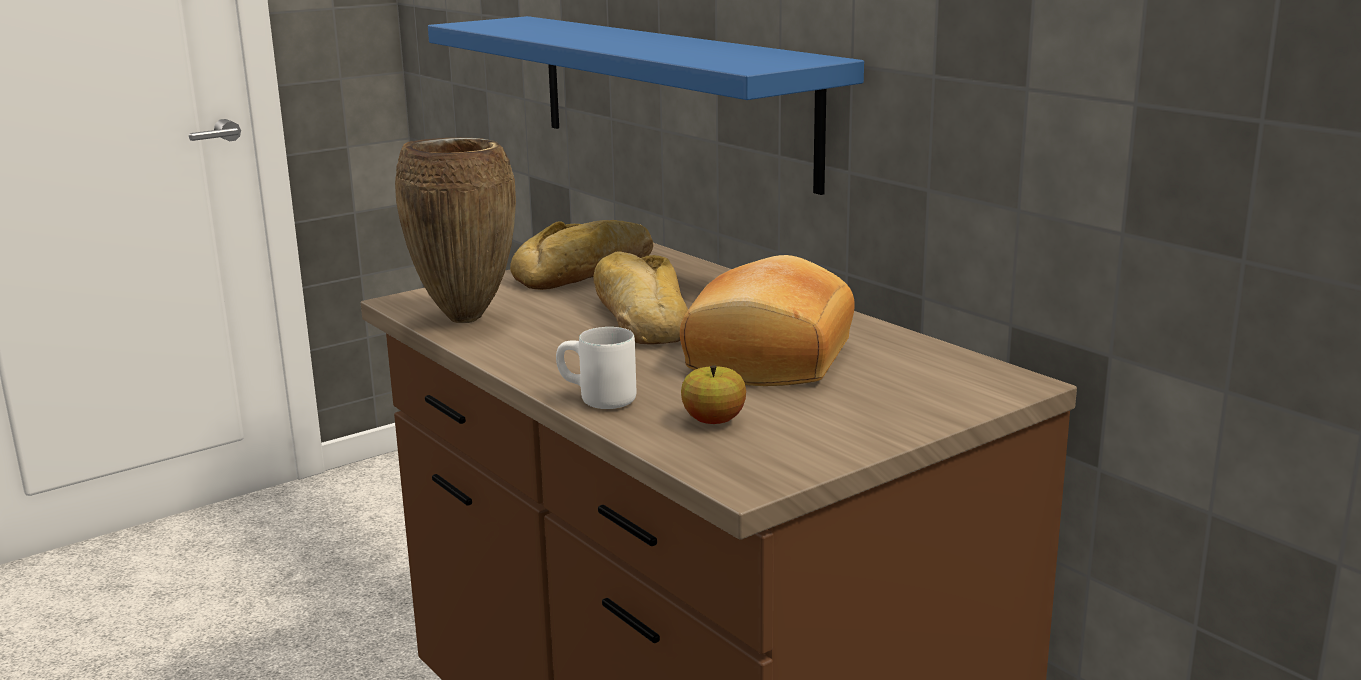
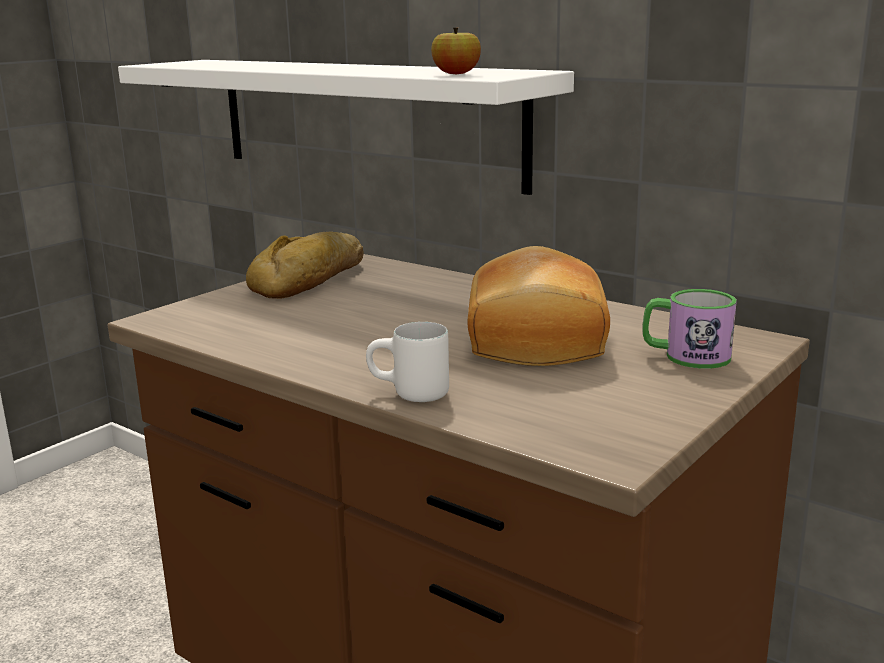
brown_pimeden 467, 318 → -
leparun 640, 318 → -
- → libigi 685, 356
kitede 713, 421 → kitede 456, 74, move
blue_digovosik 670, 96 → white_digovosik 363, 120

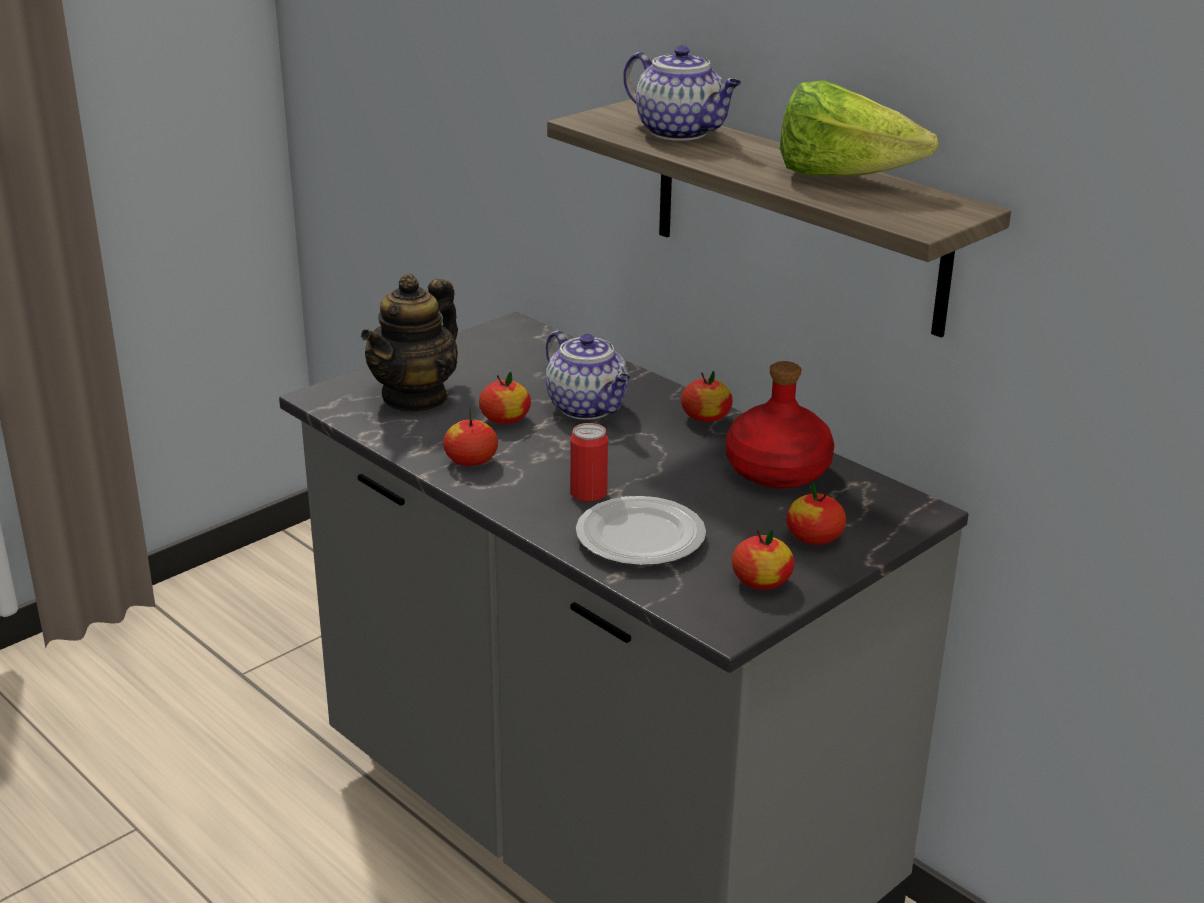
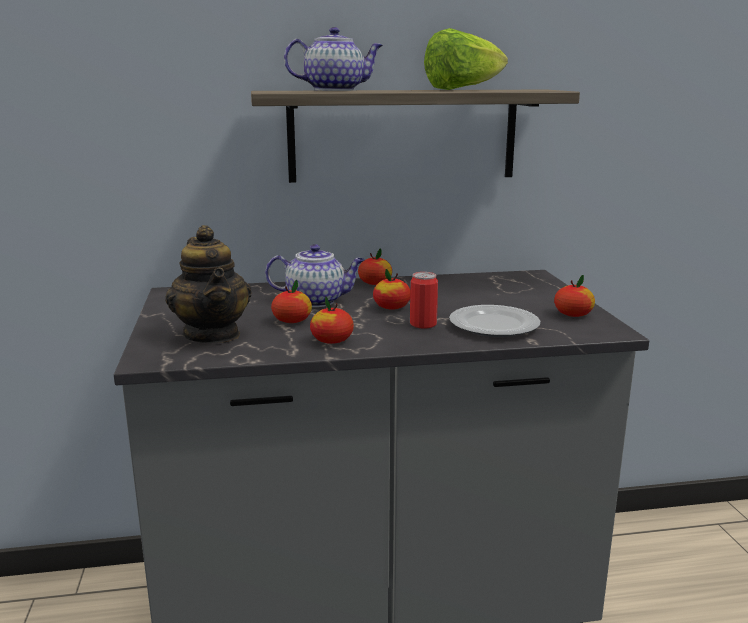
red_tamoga 777, 471 → -
kitede 814, 537 → kitede 391, 307, move

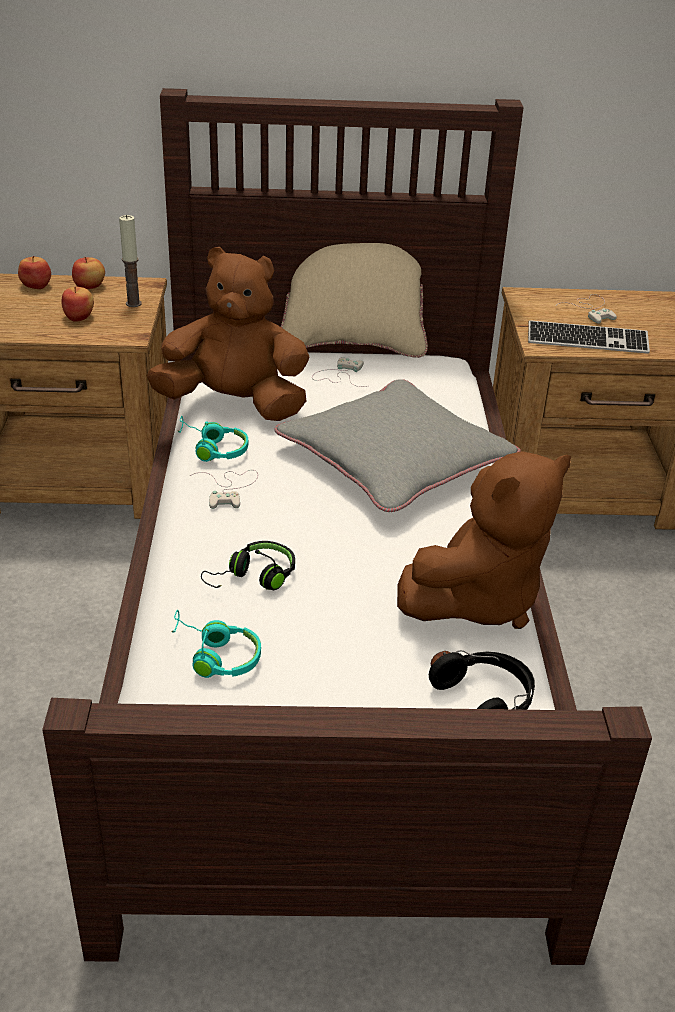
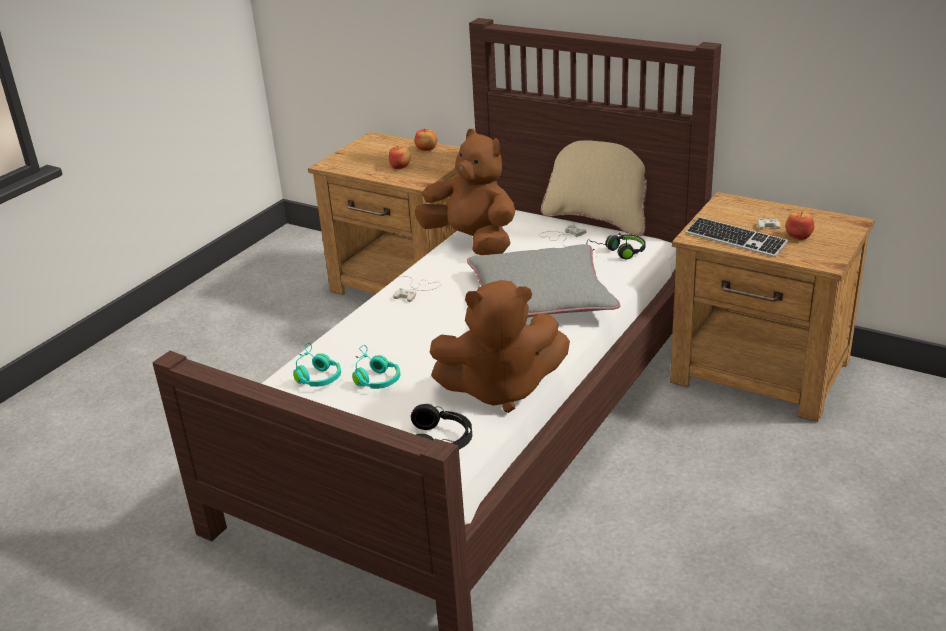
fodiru 133, 303 → -
kitede 36, 285 → kitede 798, 236, move
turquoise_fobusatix 212, 448 → turquoise_fobusatix 374, 377, move
black_fobusatix 254, 577 → black_fobusatix 618, 252, move

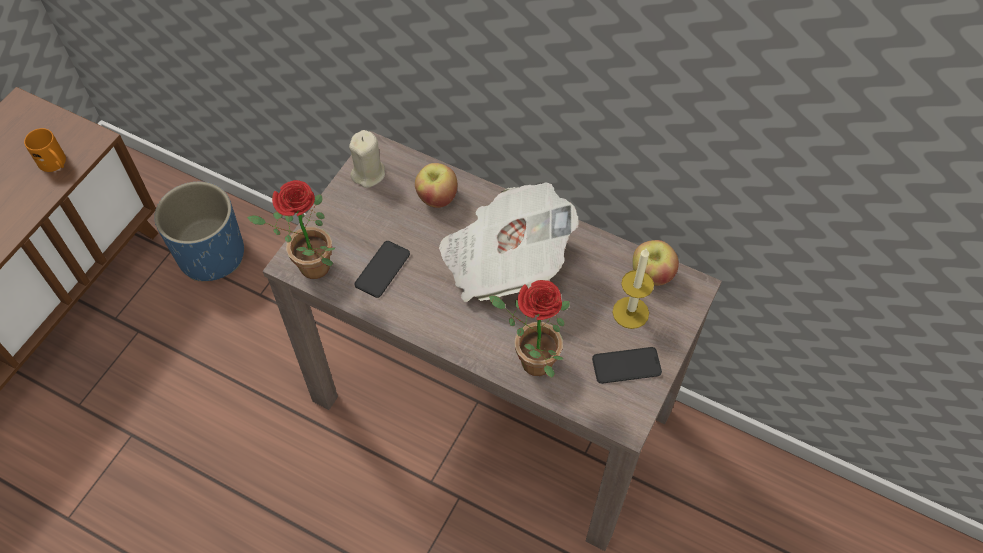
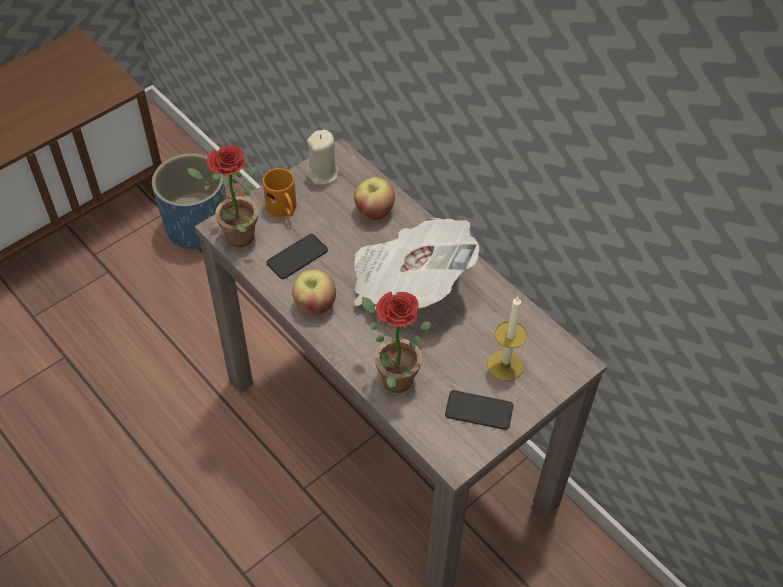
orange_libigi 56, 164 → orange_libigi 284, 209, move
kitede 651, 274 → kitede 315, 304, move

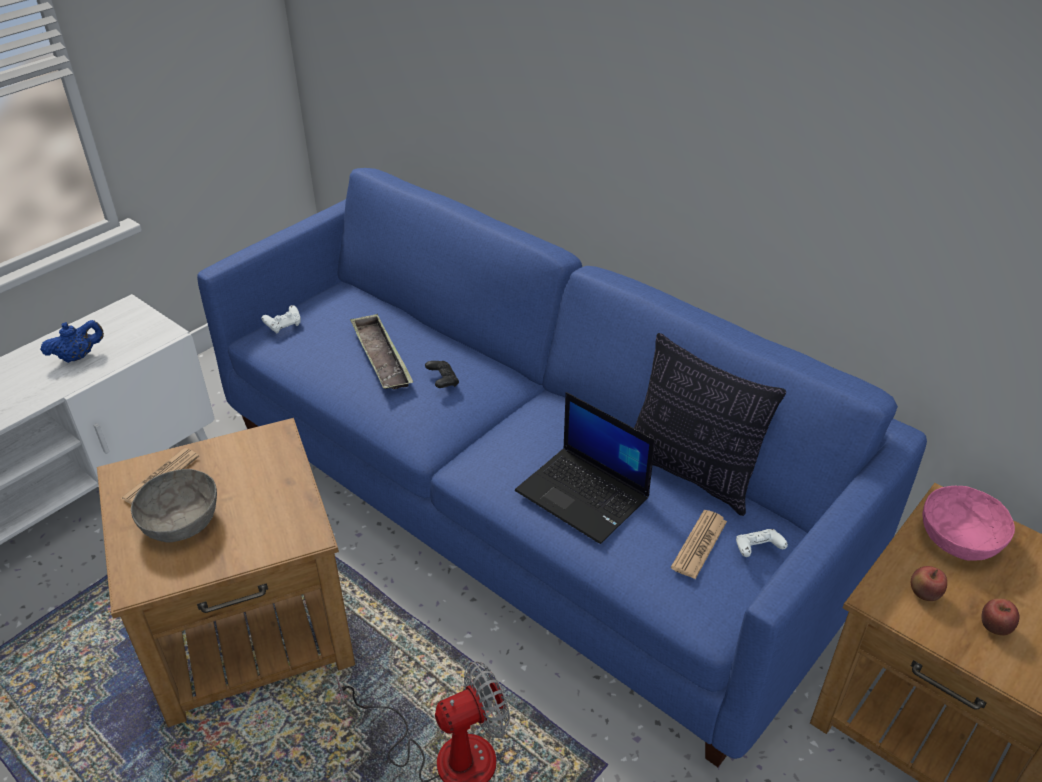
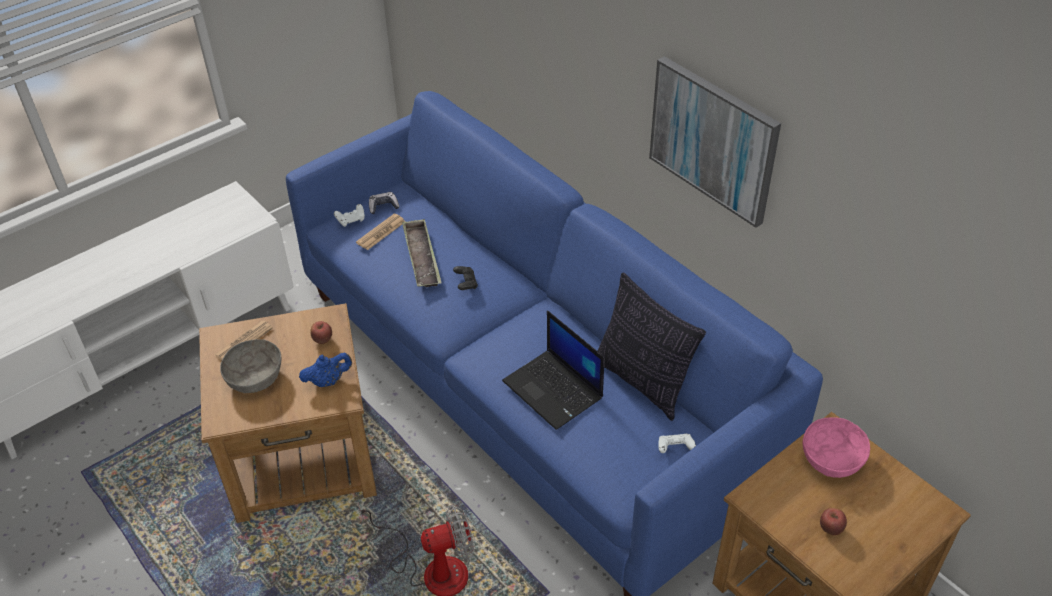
- → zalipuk 383, 206
- → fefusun 713, 140
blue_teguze 78, 357 → blue_teguze 328, 381, move
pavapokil 699, 544 → pavapokil 381, 232, move
kitede 923, 595 → kitede 322, 340, move

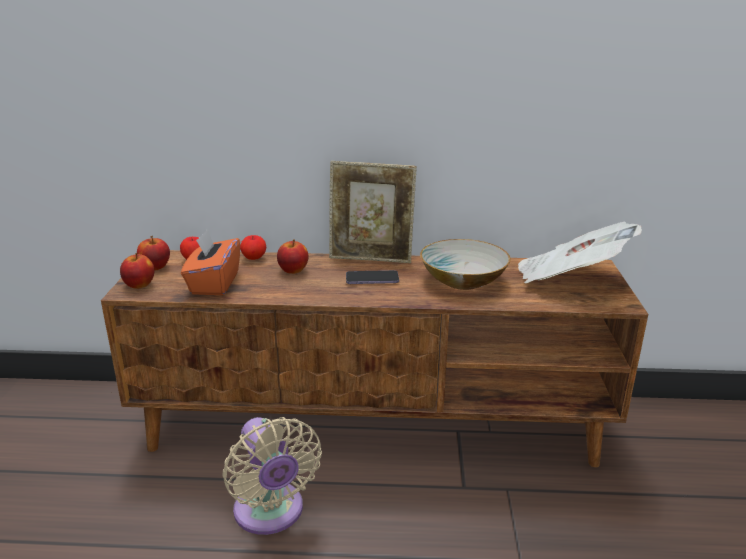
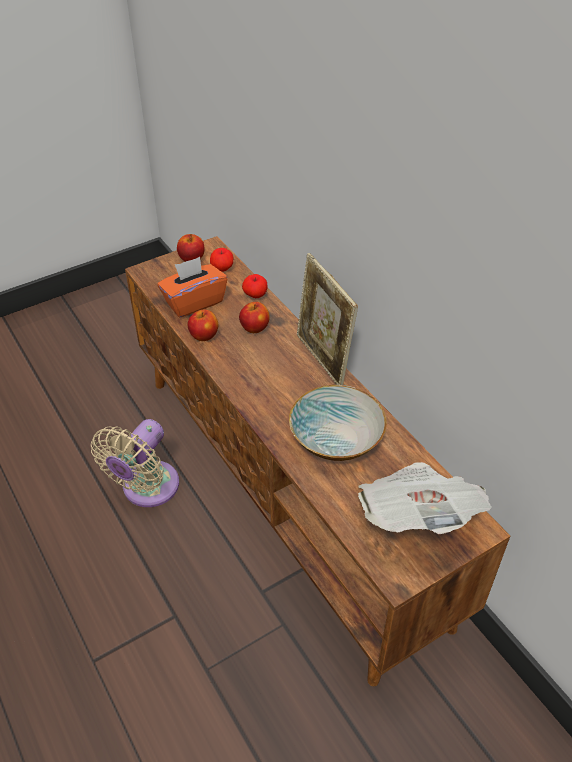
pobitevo 372, 279 → -
kitede 139, 285 → kitede 204, 336, move

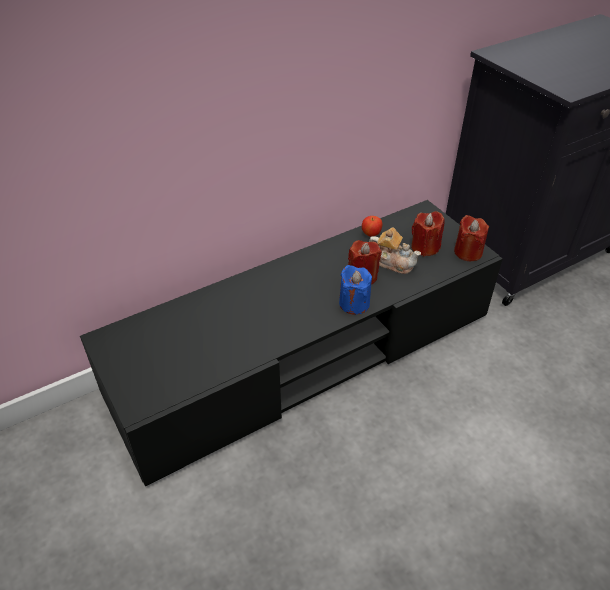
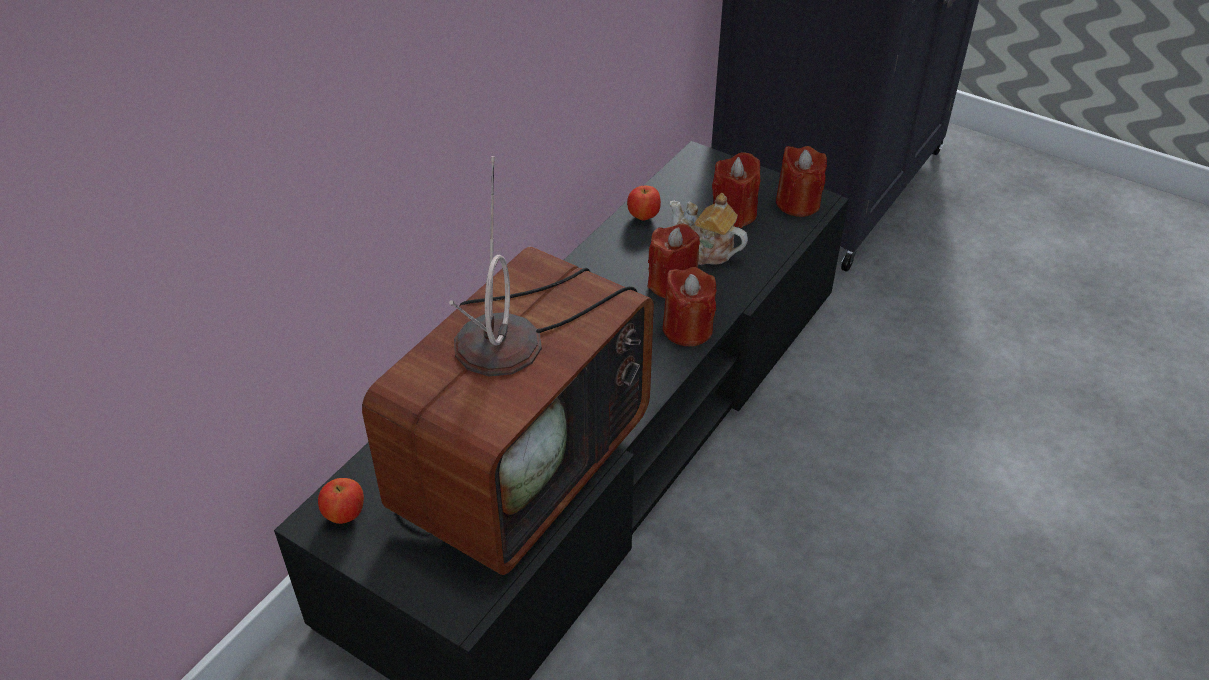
- → kitede 345, 514
- → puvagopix 520, 459
blue_fodiru 354, 303 → red_fodiru 687, 329
teguze 393, 262 → teguze 704, 250, 150 degrees counterclockwise

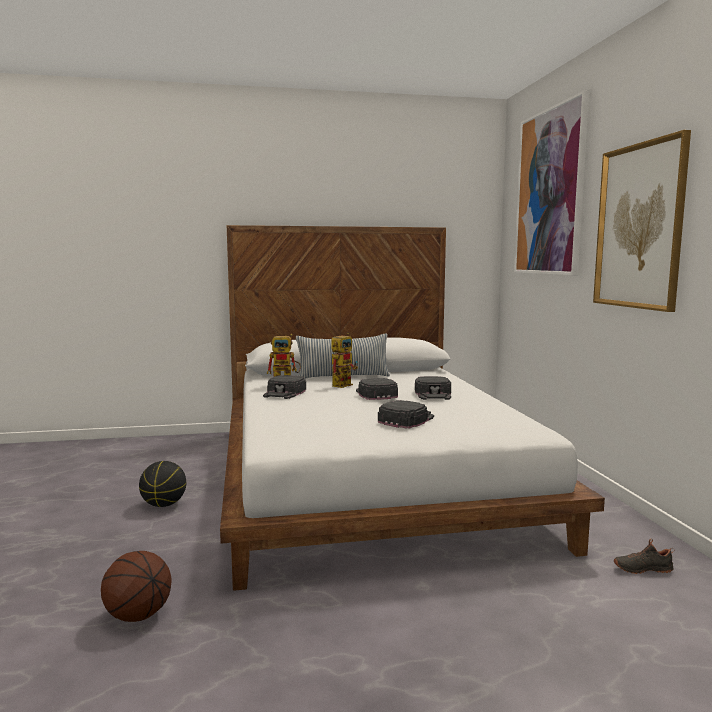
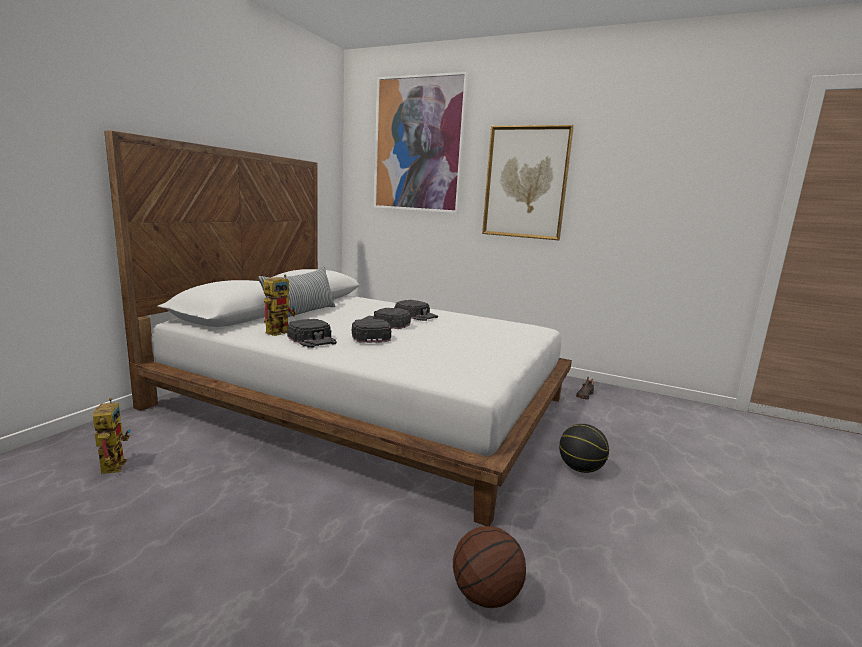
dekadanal 164, 505 → dekadanal 580, 468, move
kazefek 343, 384 → kazefek 113, 463, move
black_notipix 406, 419 → black_notipix 369, 335, move

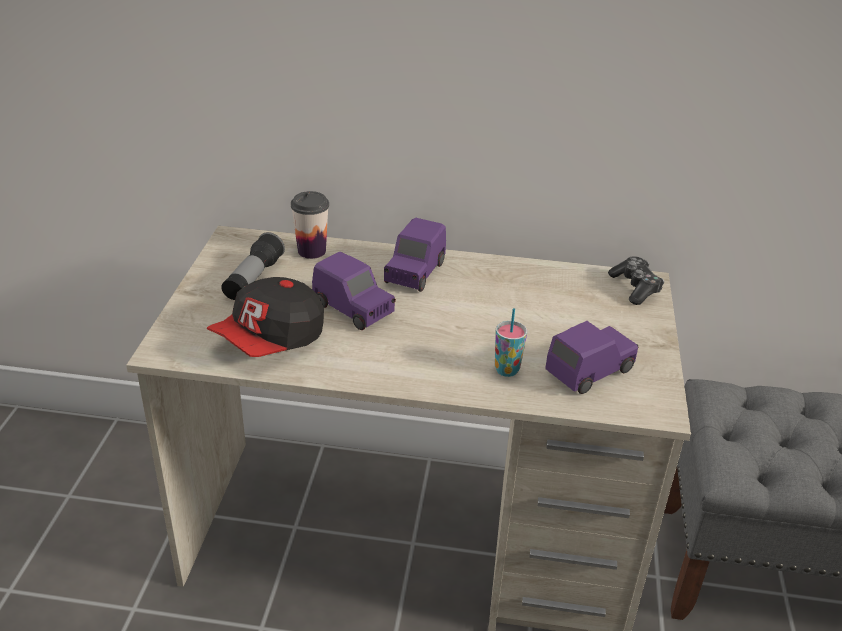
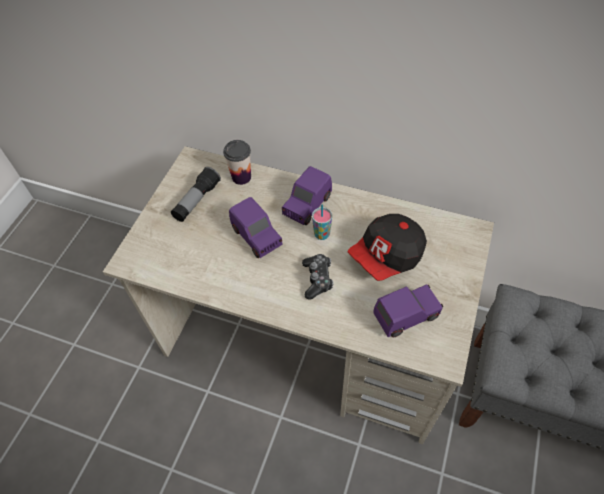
notipix 271, 340 → notipix 387, 256, move
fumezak 506, 370 → fumezak 322, 234, move
zalipuk 635, 288 → zalipuk 317, 279, move

